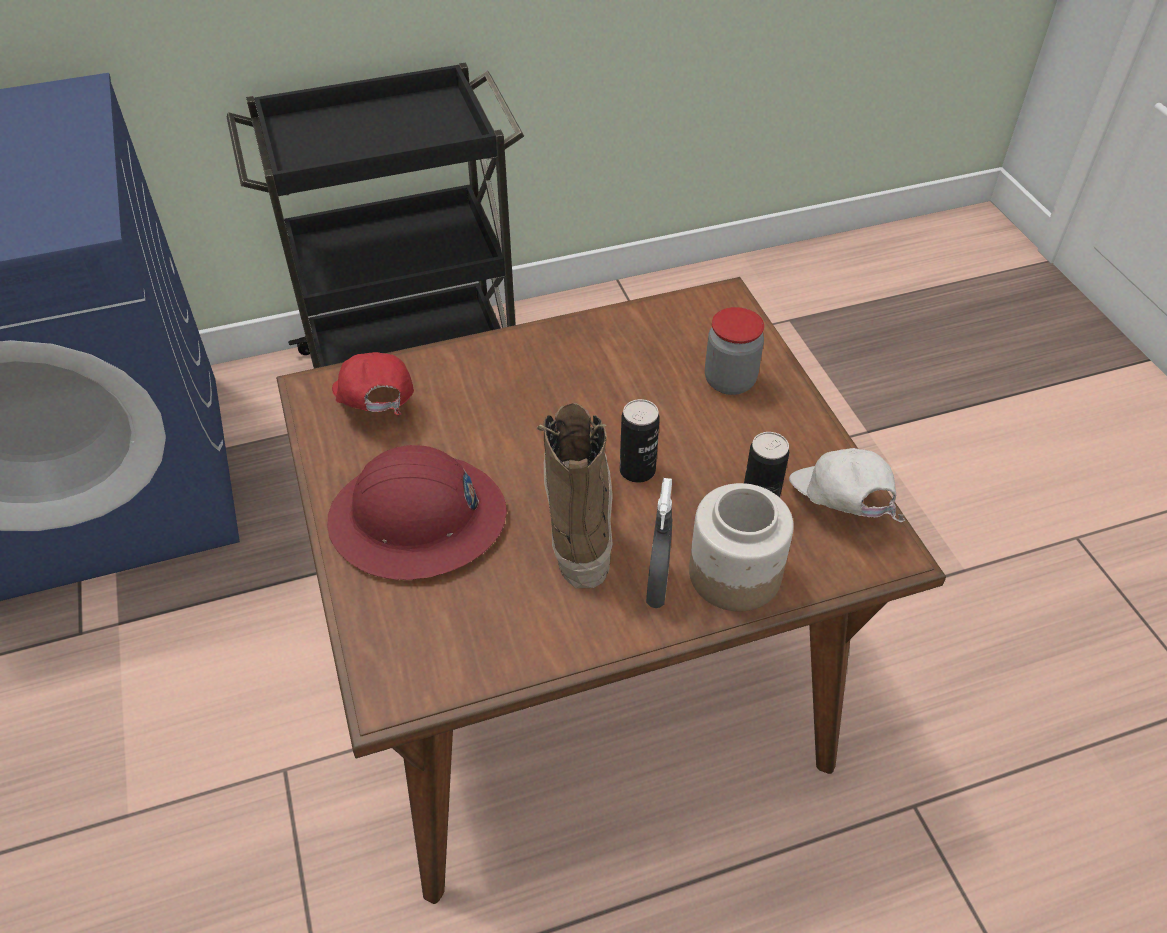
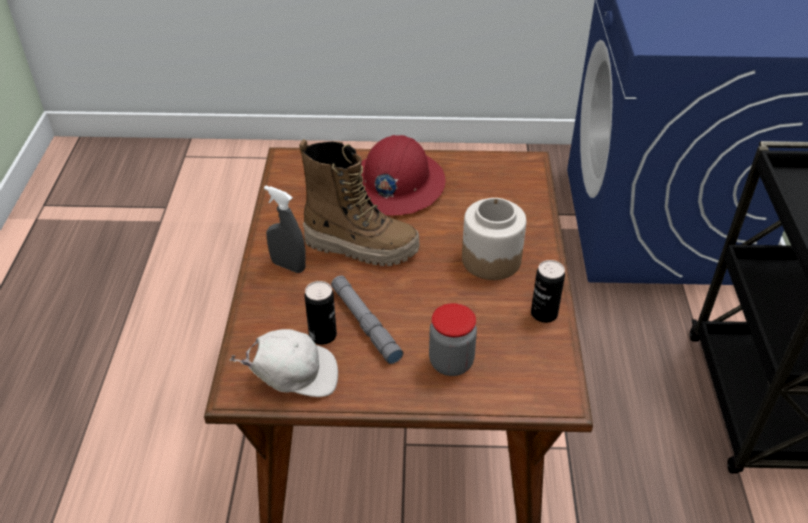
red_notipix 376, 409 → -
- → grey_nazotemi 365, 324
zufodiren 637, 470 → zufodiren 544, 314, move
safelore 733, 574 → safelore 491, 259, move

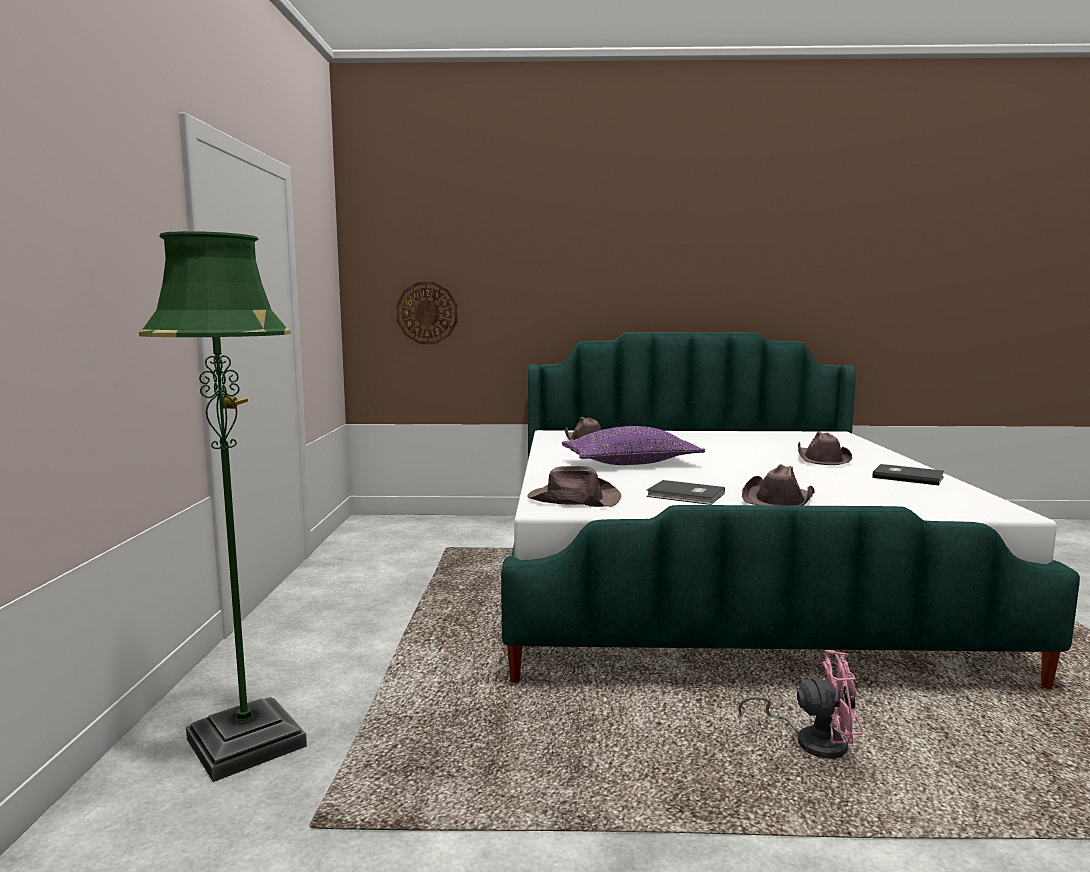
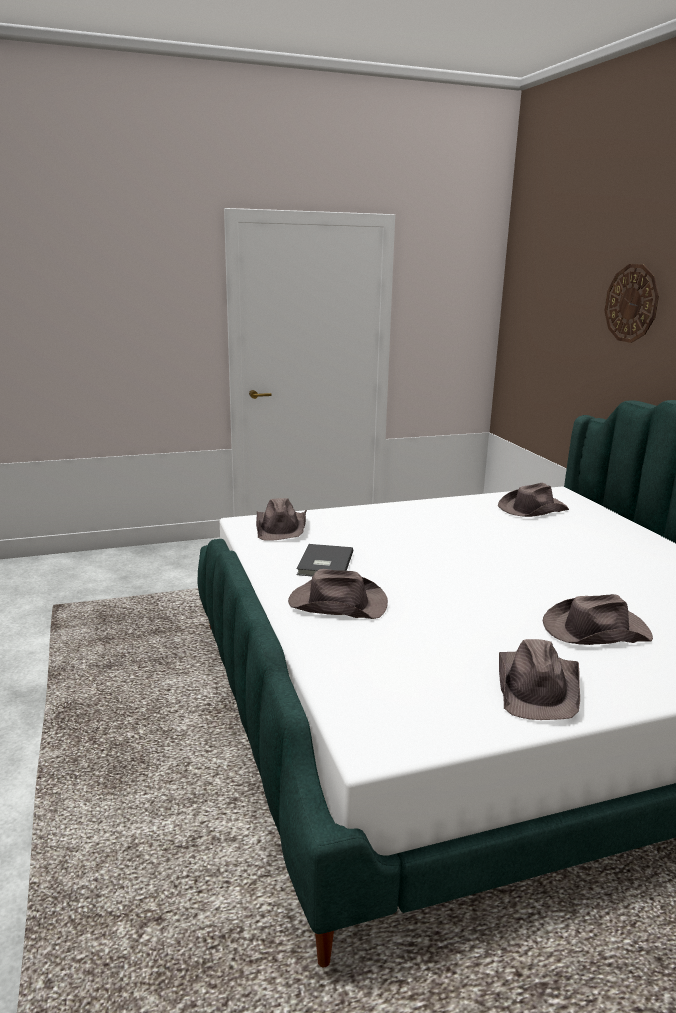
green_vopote 246, 742 → -
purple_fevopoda 631, 463 → -
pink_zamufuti 812, 741 → -
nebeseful 427, 313 → nebeseful 631, 303, move
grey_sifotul 907, 477 → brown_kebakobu 538, 687

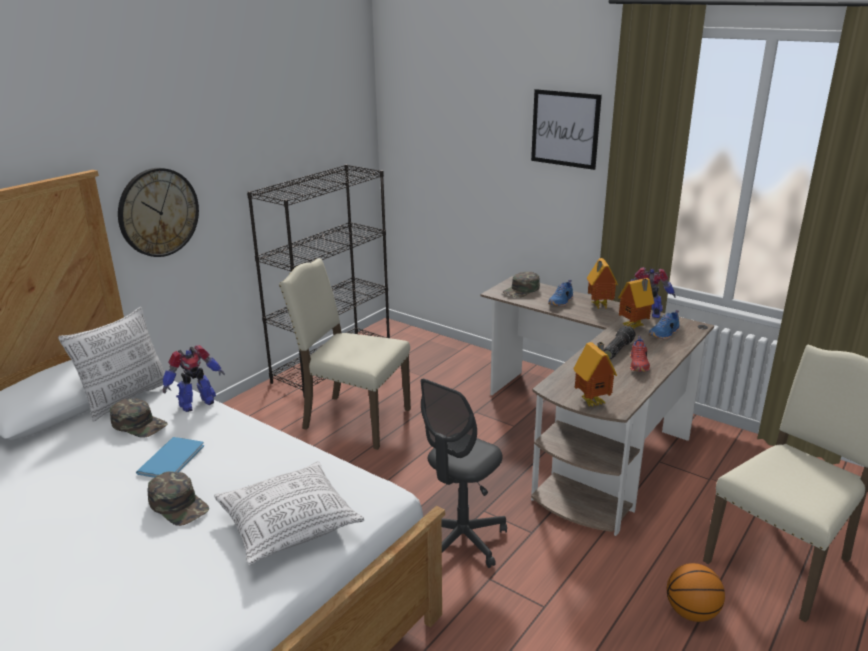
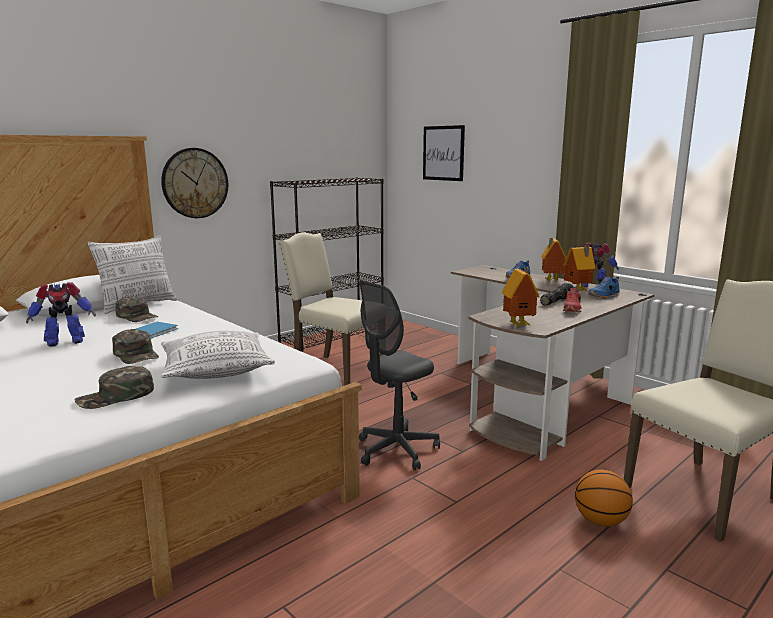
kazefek 196, 403 → kazefek 64, 342, move
green_notipix 521, 290 → green_notipix 116, 396, move
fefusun 565, 129 → fefusun 443, 153, move

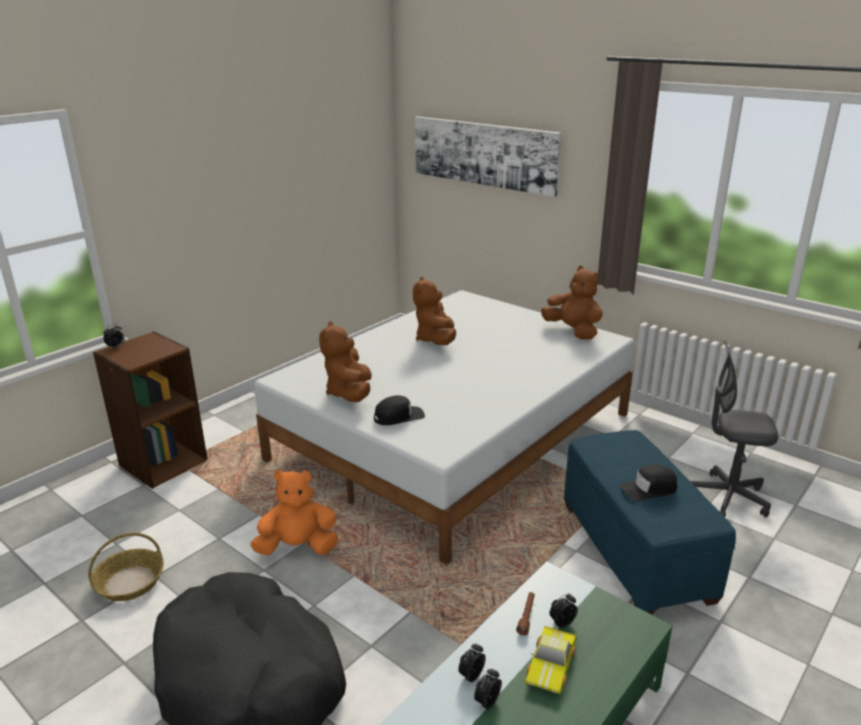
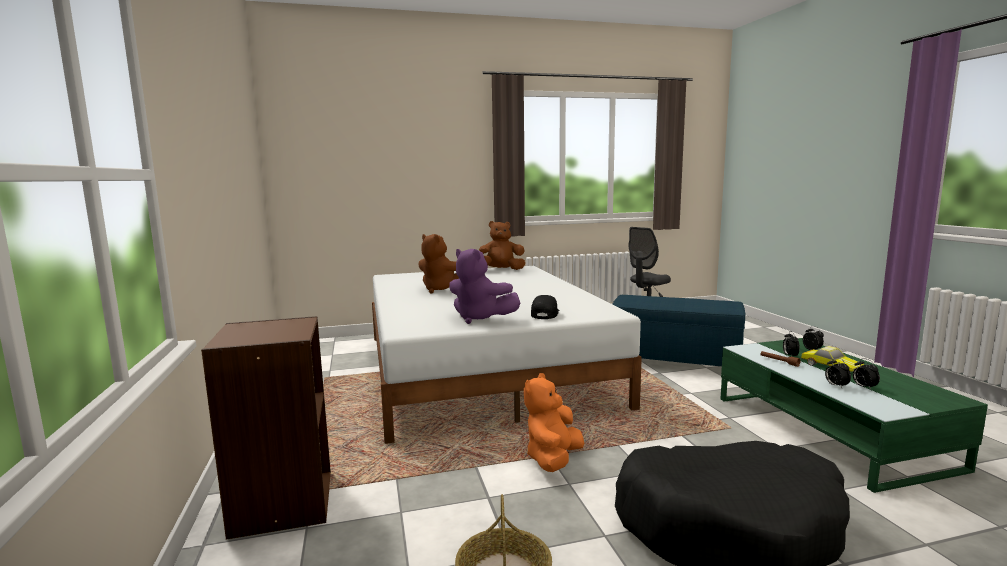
fefusun 484, 154 → -
black_notipix 649, 489 → -
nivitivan 116, 347 → nivitivan 812, 350, move
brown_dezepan 349, 393 → purple_dezepan 480, 318

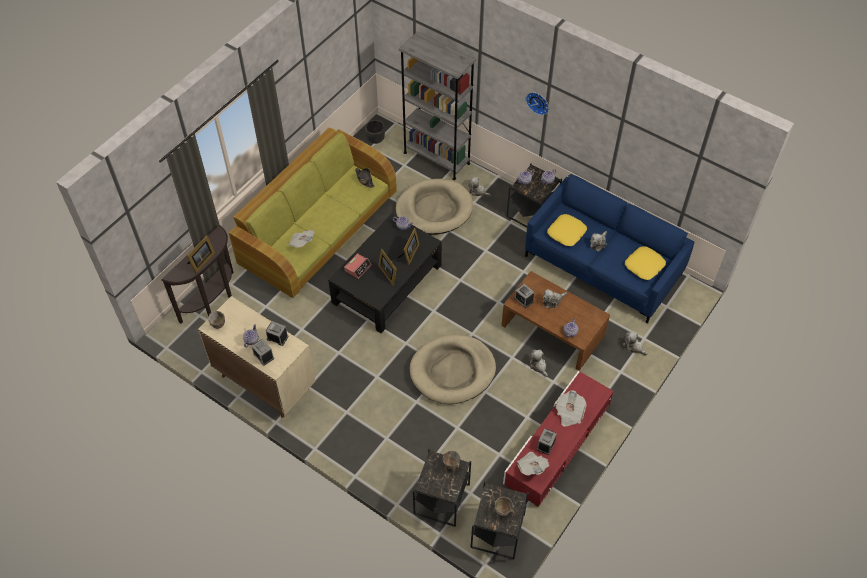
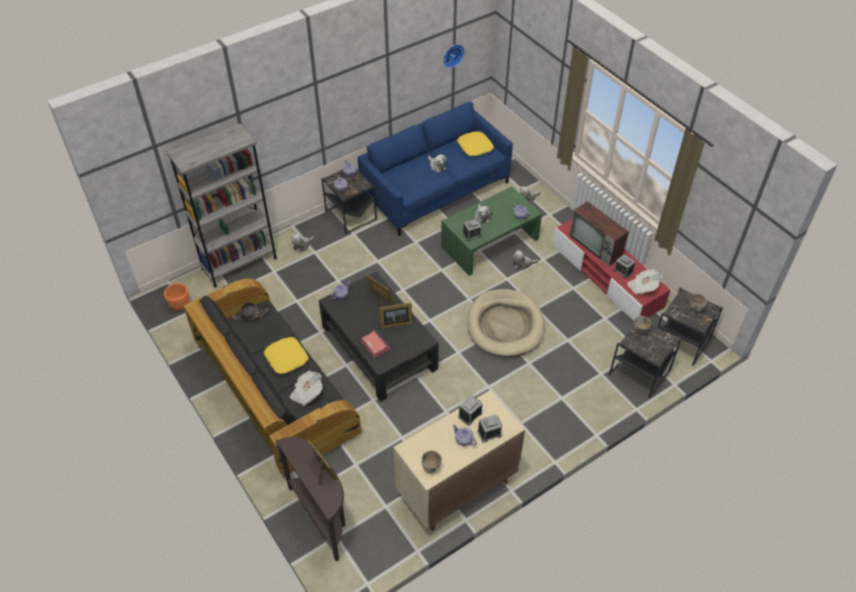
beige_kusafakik 434, 209 → -
nebeseful 538, 102 → nebeseful 452, 55, move
yellow_fevopoda 566, 233 → yellow_fevopoda 286, 358, move
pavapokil 569, 413 → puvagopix 596, 246
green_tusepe 318, 228 → black_tusepe 273, 388
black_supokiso 375, 139 → orange_supokiso 180, 305
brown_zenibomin 553, 330 → green_zenibomin 489, 242

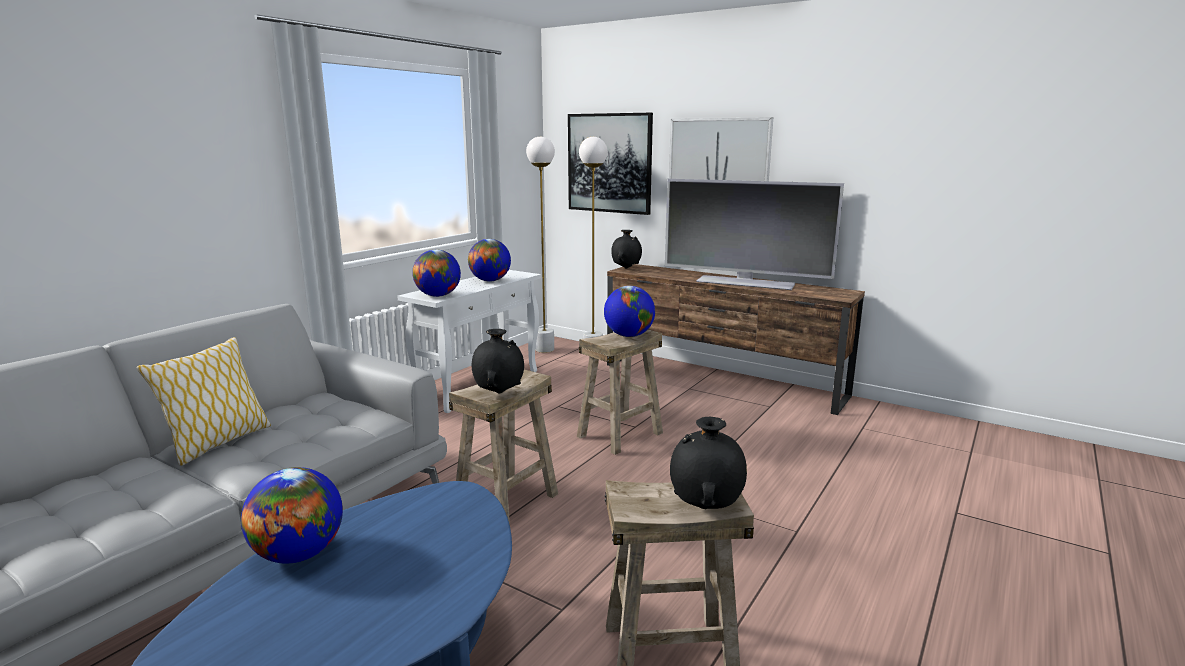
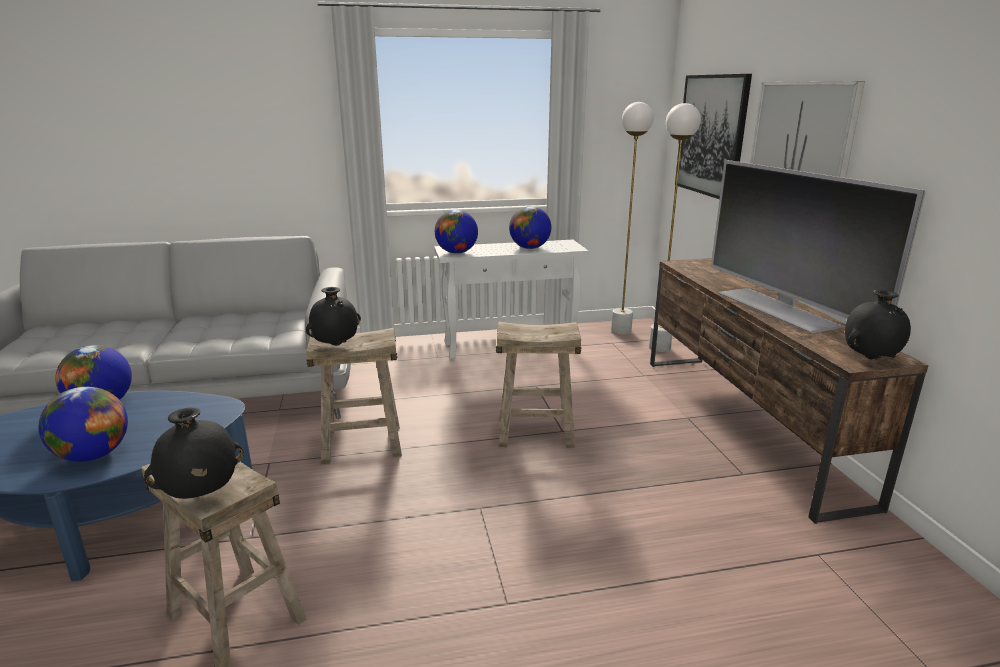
fevopoda 217, 443 → -
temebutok 629, 335 → temebutok 93, 455, move
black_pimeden 626, 268 → black_pimeden 870, 358, move

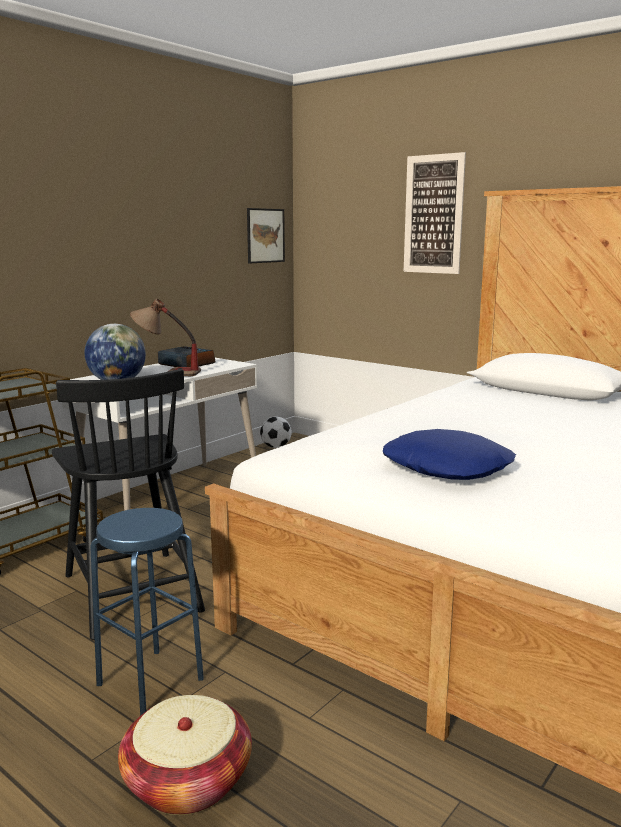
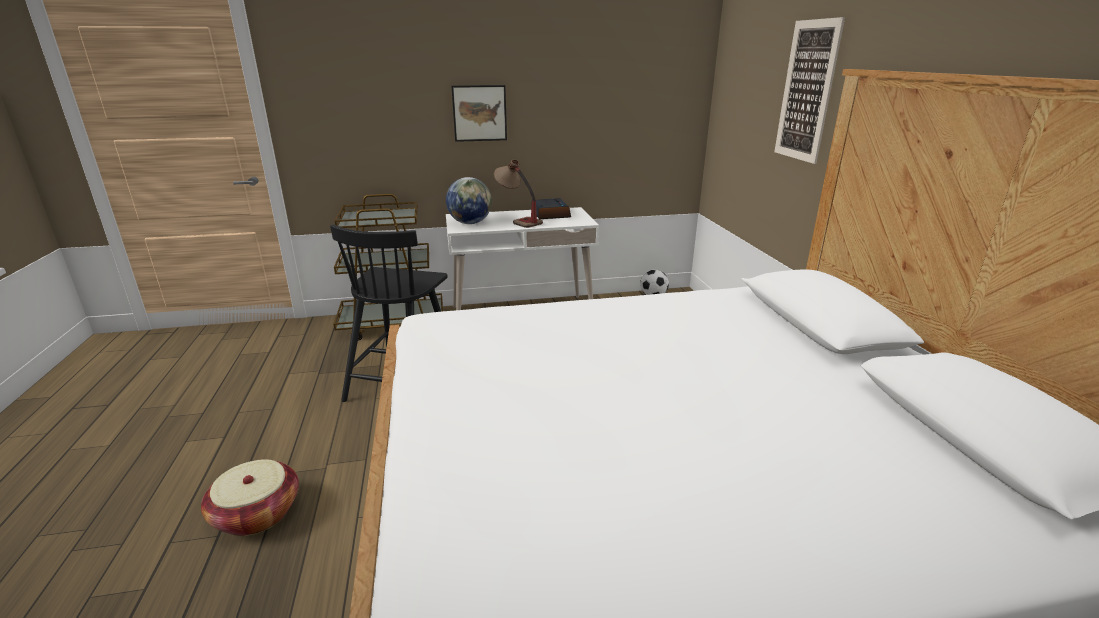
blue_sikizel 150, 681 → -
blue_fevopoda 448, 467 → -
fefusun 265, 235 → fefusun 479, 113, move

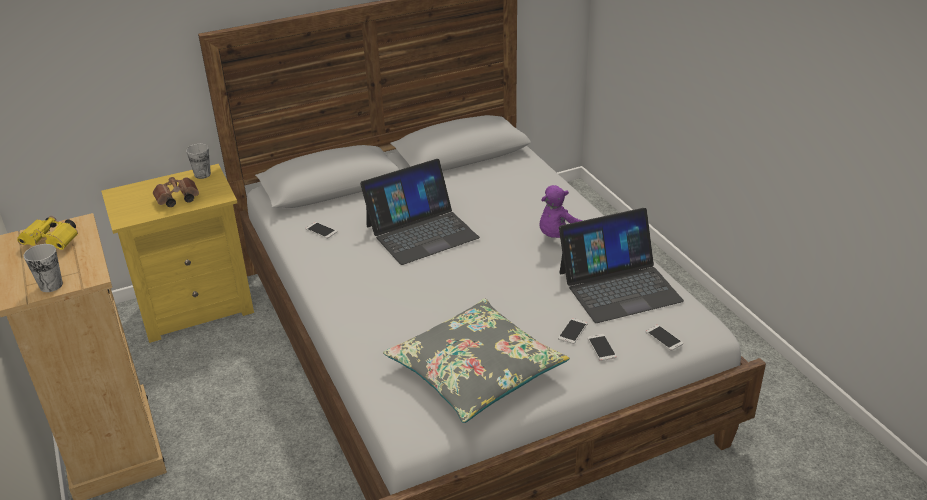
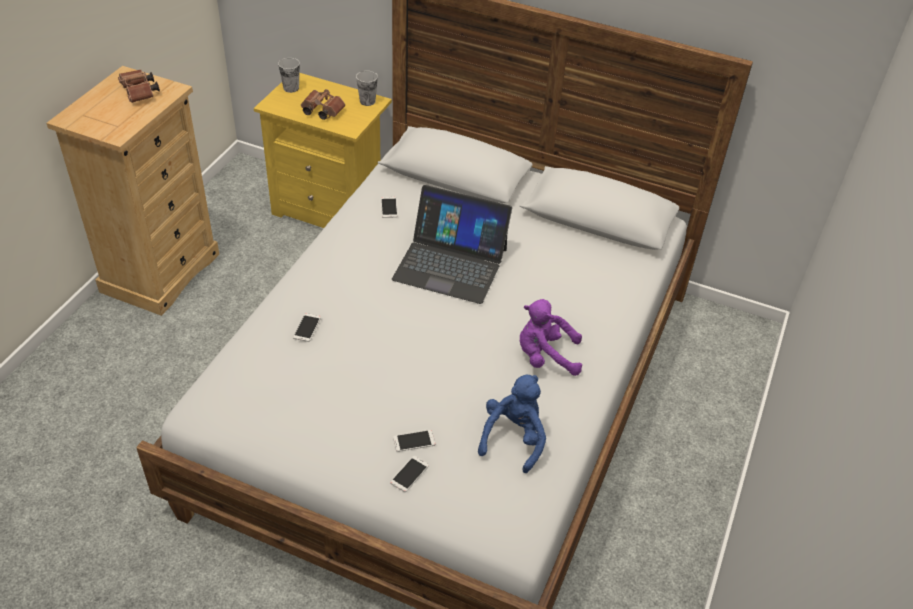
grey_fevopoda 475, 371 → -
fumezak 51, 285 → fumezak 291, 88, move
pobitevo 664, 338 → pobitevo 307, 327, move
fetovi 619, 286 → blue_dezepan 513, 438
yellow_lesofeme 53, 242 → brown_lesofeme 140, 93

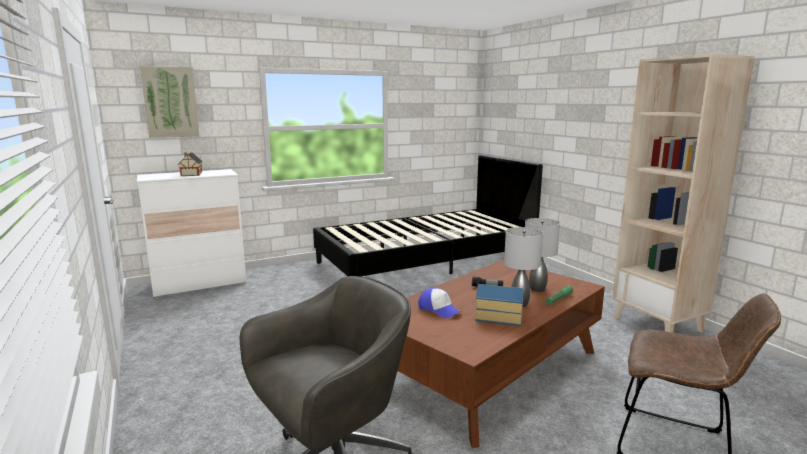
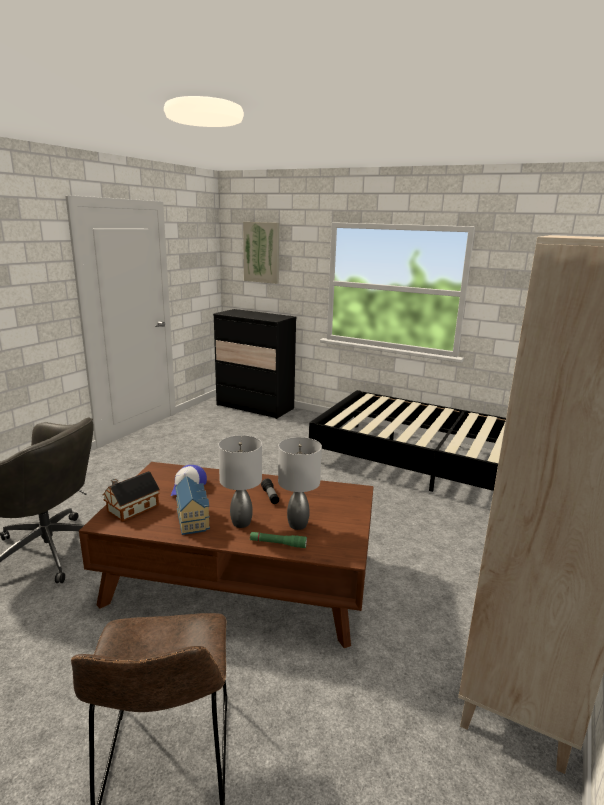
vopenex 191, 174 → vopenex 131, 509, move
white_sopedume 199, 283 → black_sopedume 255, 407

